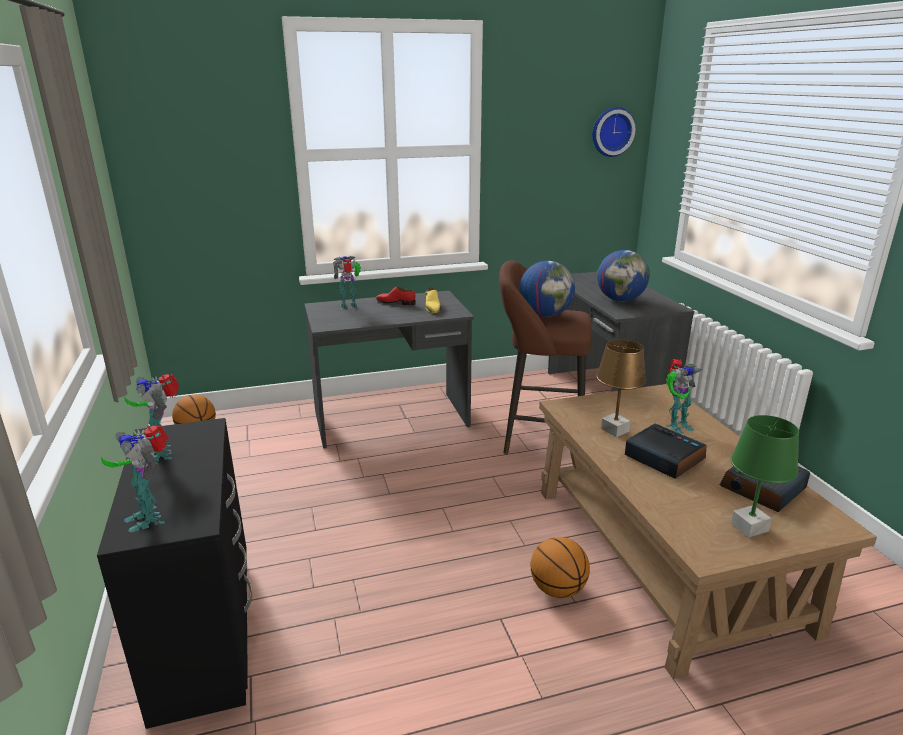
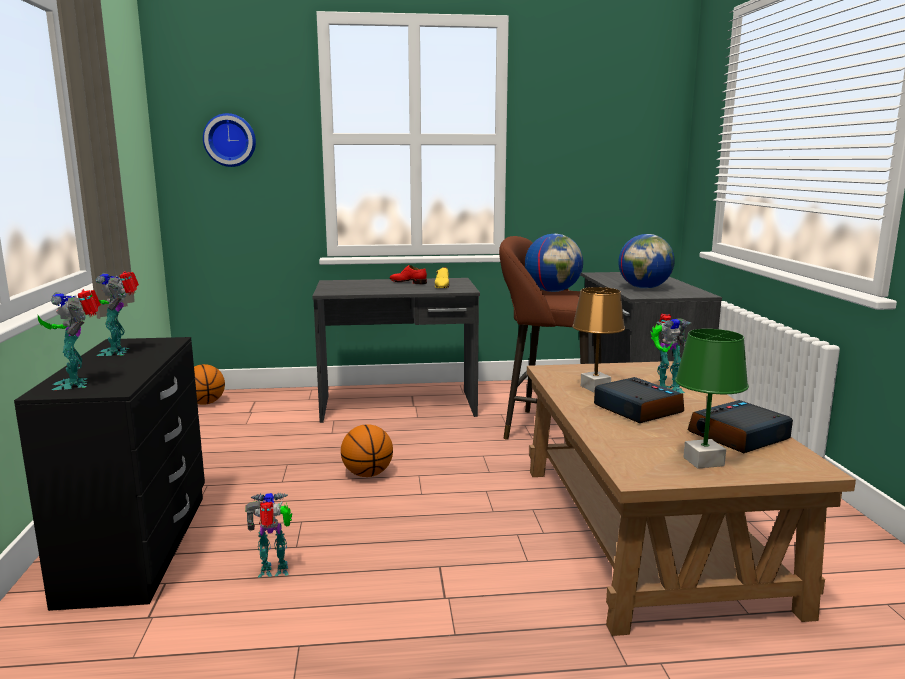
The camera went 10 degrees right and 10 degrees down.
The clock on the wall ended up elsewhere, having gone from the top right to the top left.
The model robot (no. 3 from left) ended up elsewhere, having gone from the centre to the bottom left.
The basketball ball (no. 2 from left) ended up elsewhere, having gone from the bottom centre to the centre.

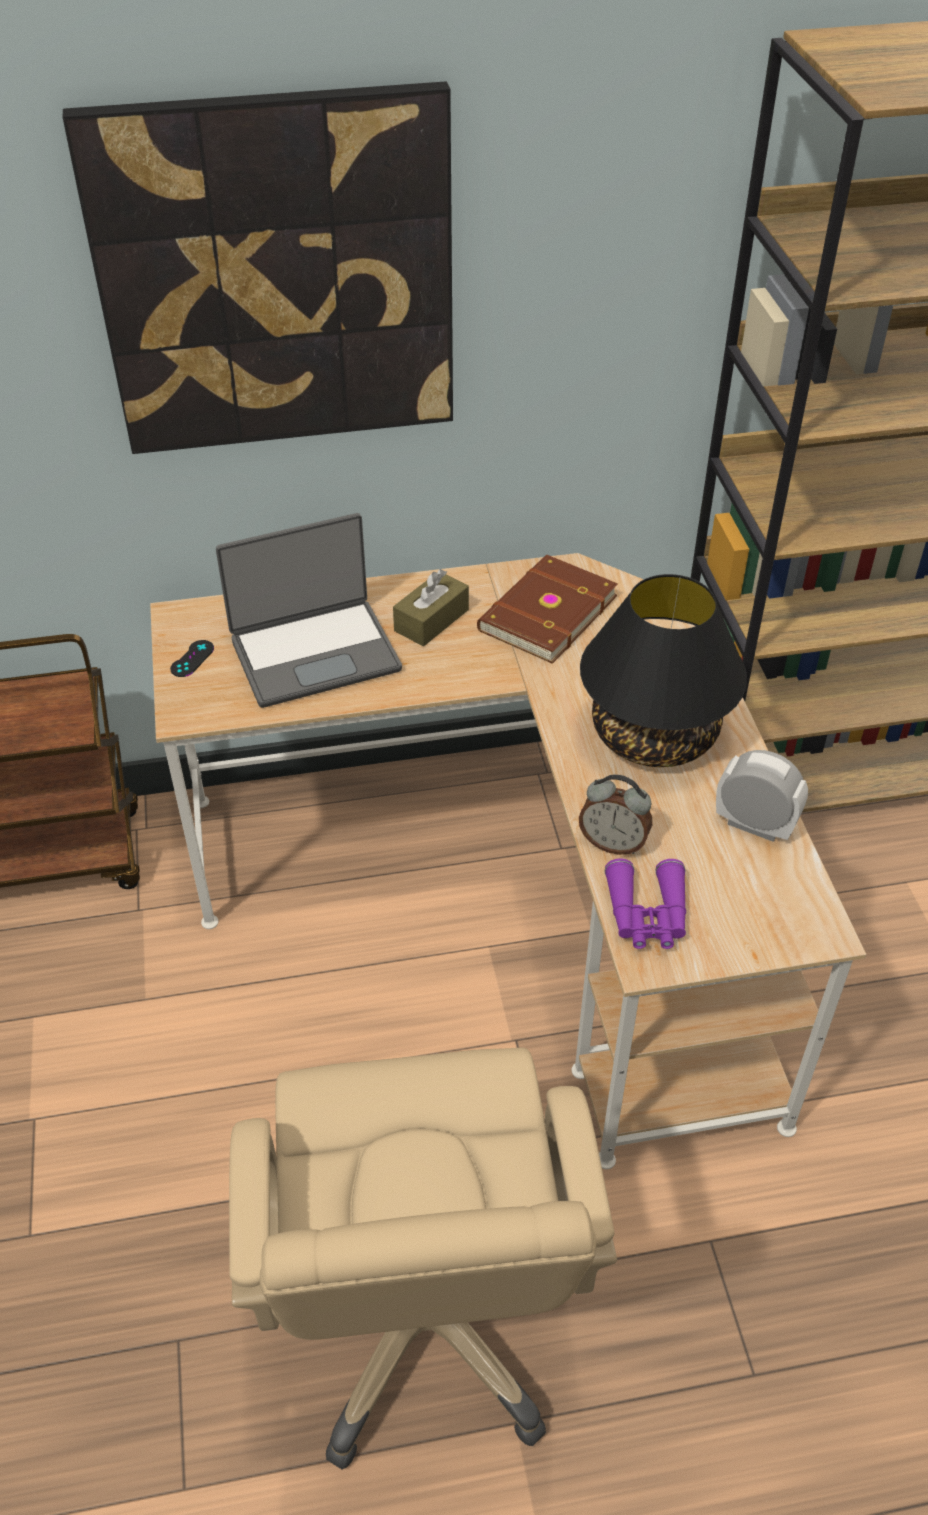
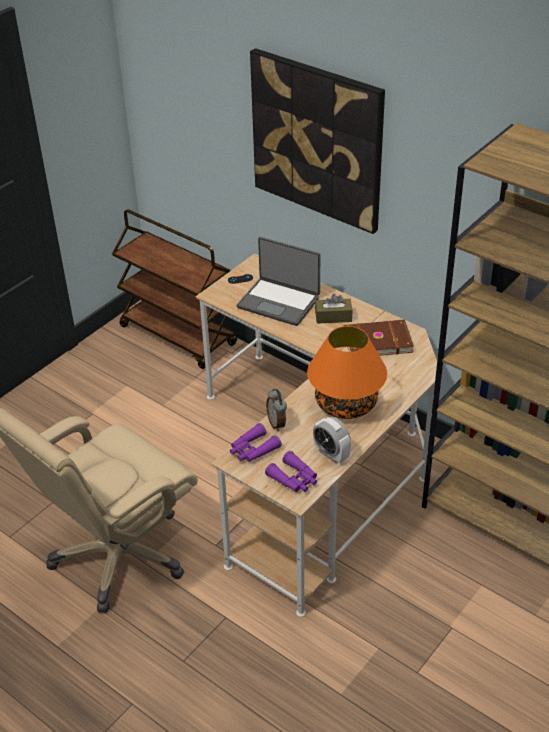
The camera went 50 degrees right and 5 degrees down.
The second view gained the purplish pair of binoculars (no. 2 from left) at the centre.
What was the black tabletop lamp at the middle right turned into the orangey tabletop lamp at the centre.
The table clock (no. 2 from left) at the middle right ended up facing another way, 150 degrees clockwise from before.

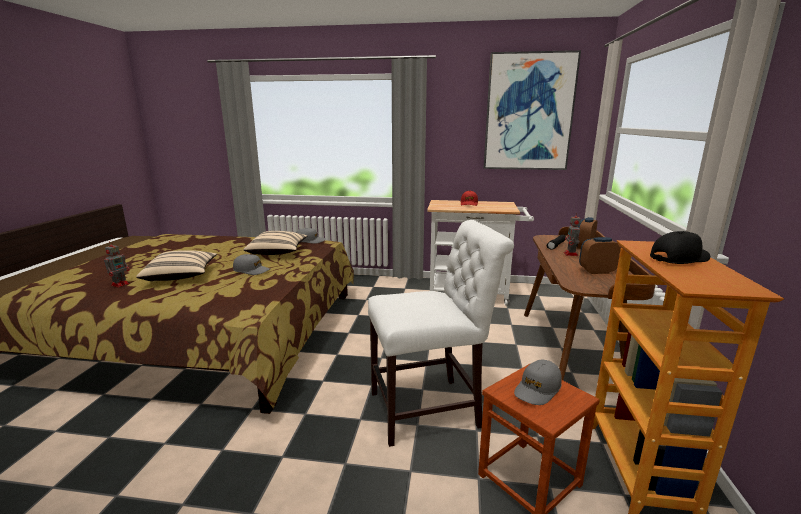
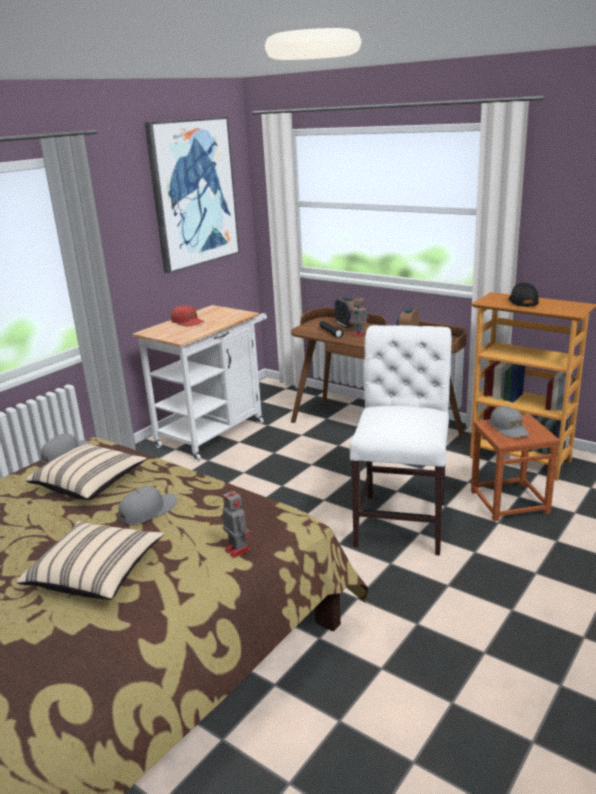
The camera went 60 degrees left and 5 degrees up.
The model robot (no. 1 from left) ended up elsewhere, having gone from the middle left to the centre.

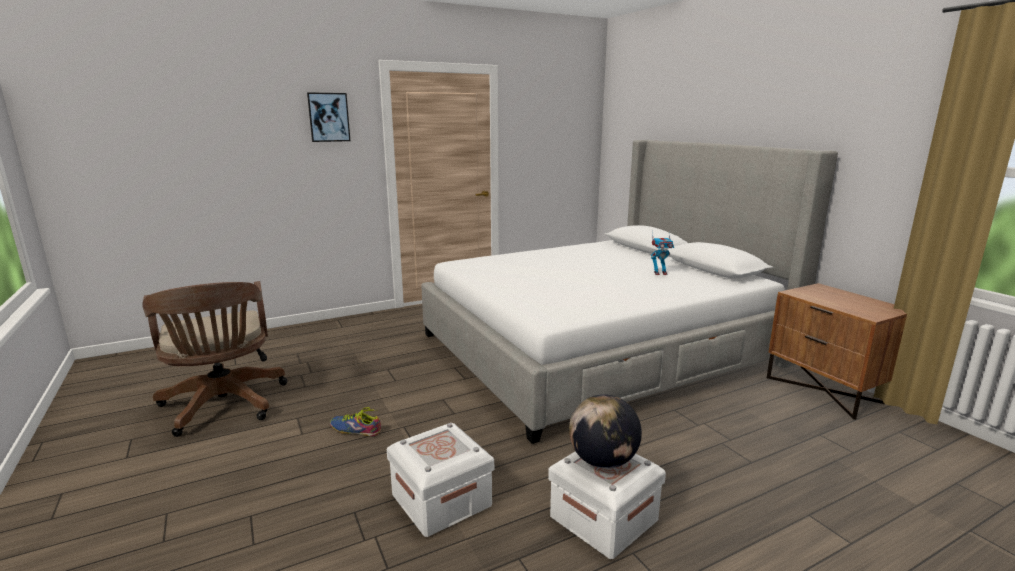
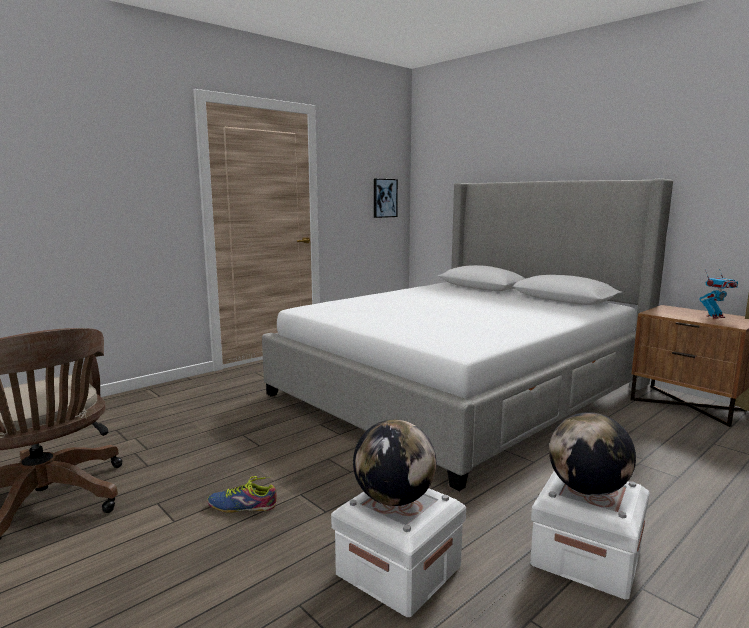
The camera went 15 degrees left and 5 degrees down.
The second view gained the world globe (no. 1 from left) at the bottom centre.
The wall art ended up elsewhere, having gone from the top left to the top centre.
The model robot ended up elsewhere, having gone from the centre to the middle right.

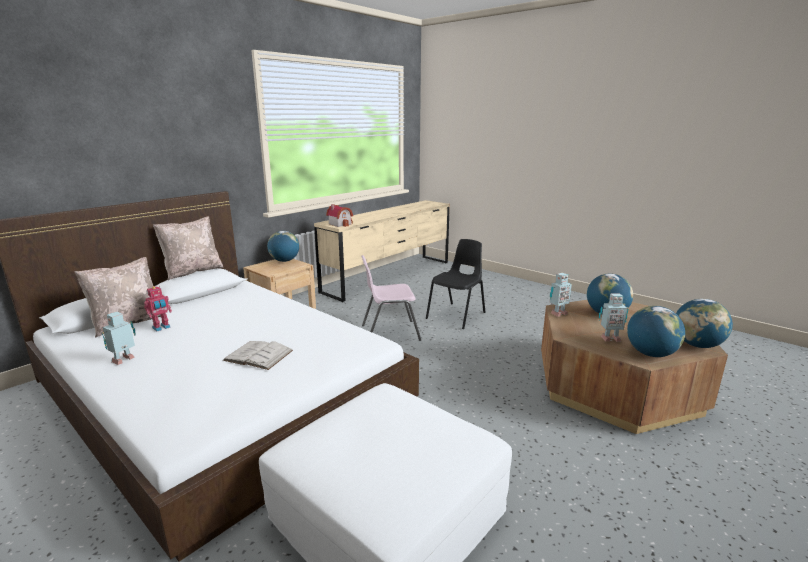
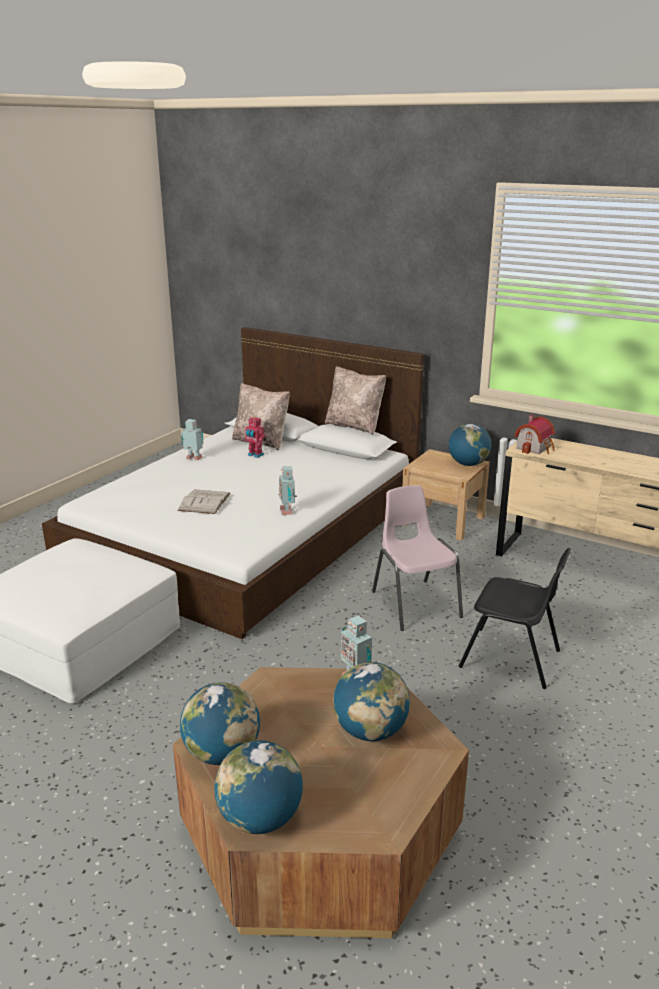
The camera went 80 degrees right and 5 degrees up.
The model robot (no. 4 from left in the first image) ended up elsewhere, having gone from the middle right to the centre.

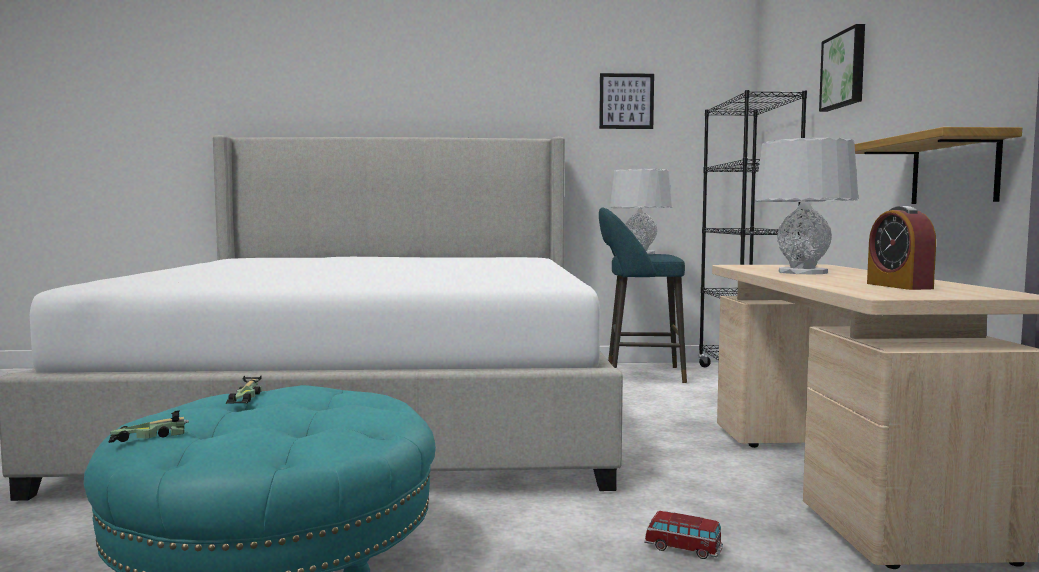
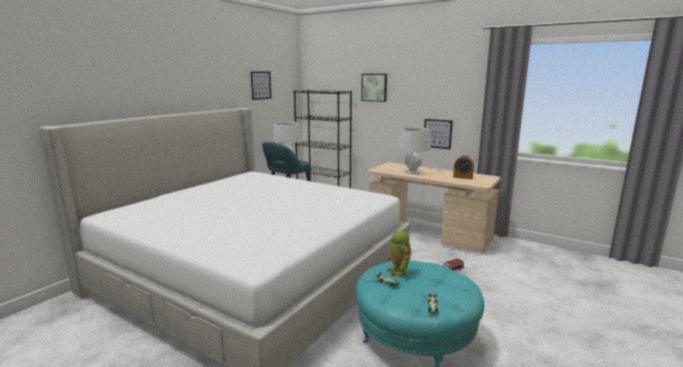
The camera went 55 degrees left and 10 degrees up.
The second view gained the model robot at the bottom centre.
Where the shelf hung at the top right, the wall art (no. 3 from left) came to hang at the centre.

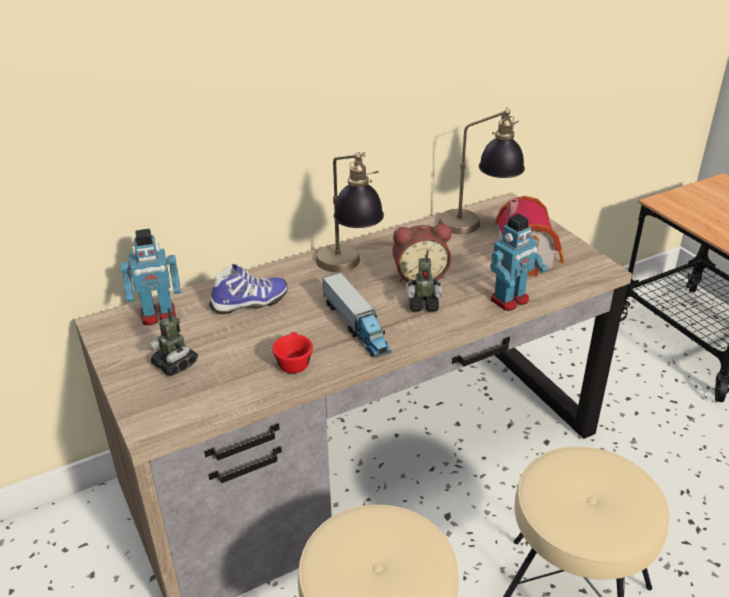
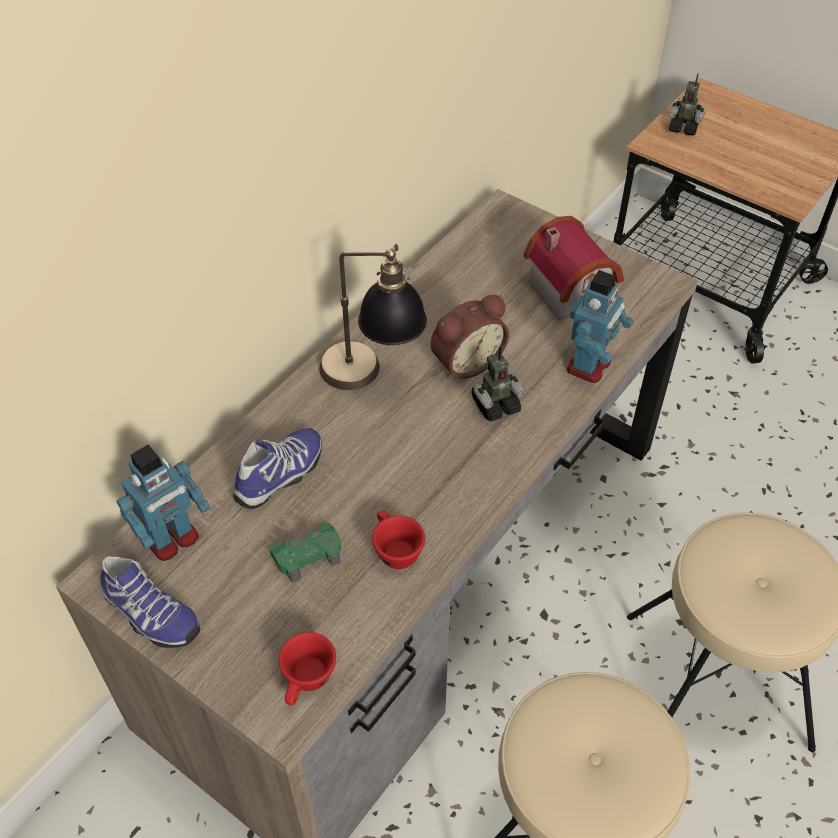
The camera went 25 degrees left and 15 degrees up.
The second view gained the shoe (no. 1 from left) at the bottom left.
The second view gained the greenish game controller at the centre.
The second view gained the red-coloured small cup (no. 1 from left) at the bottom centre.
The model robot (no. 2 from left in the first image) ended up elsewhere, having gone from the middle left to the top right.
The second view lost the toy truck at the centre.
The second view lost the tabletop lamp (no. 2 from left) at the top centre.

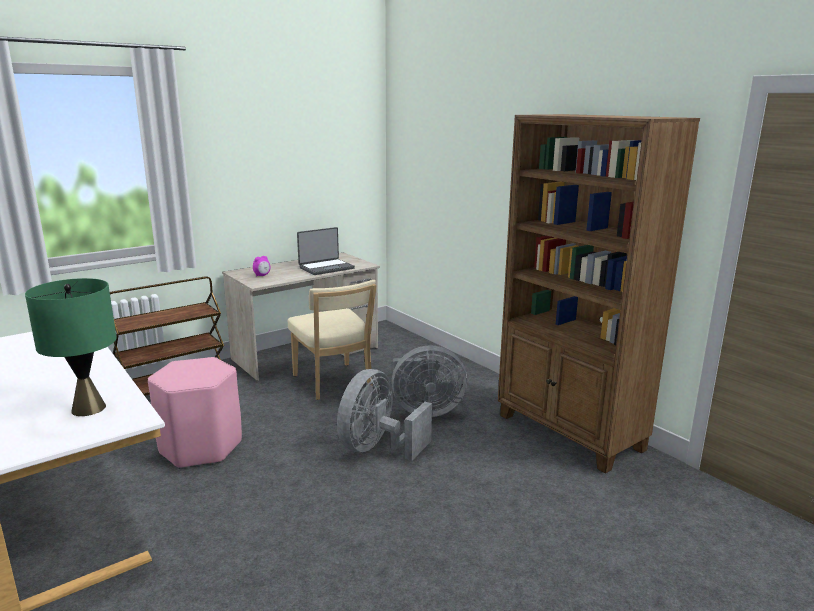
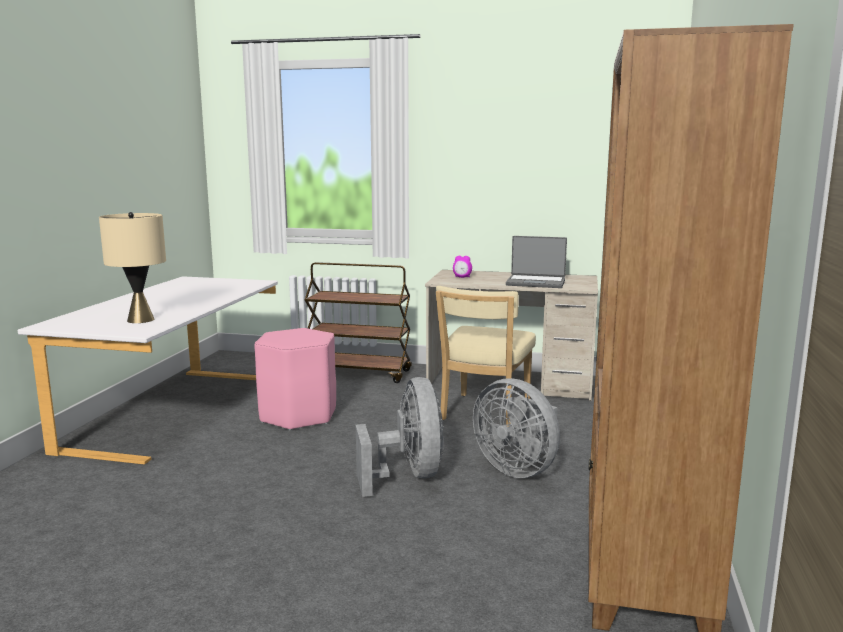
The camera went 50 degrees right and 5 degrees down.
What was the greenish tabletop lamp at the middle left turned into the beige tabletop lamp at the middle left.
The gray electric fan (no. 1 from left) at the bottom centre ended up facing another way, 90 degrees clockwise from before.

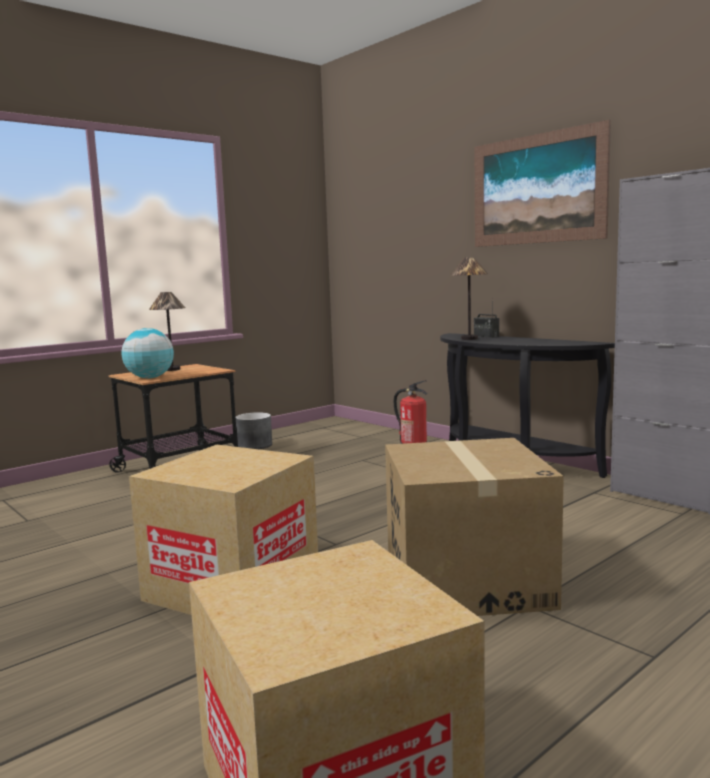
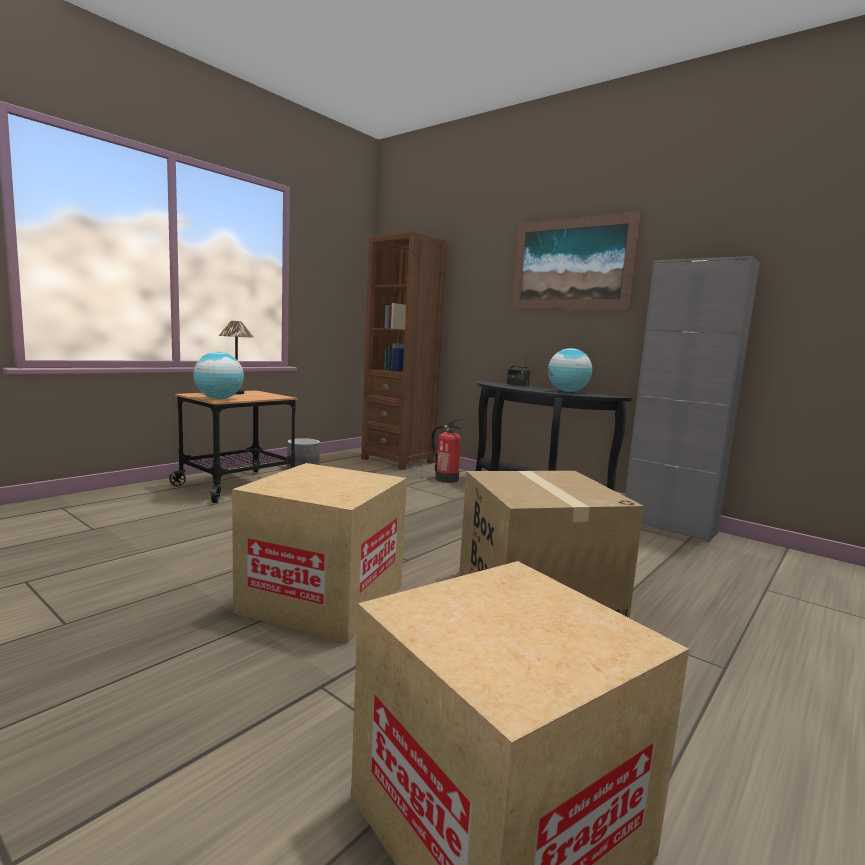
The camera went 10 degrees left and 0 degrees up.
The second view gained the brown bookcase at the centre.
The second view gained the world globe (no. 2 from left) at the centre.
The second view lost the tabletop lamp (no. 2 from left) at the centre.

